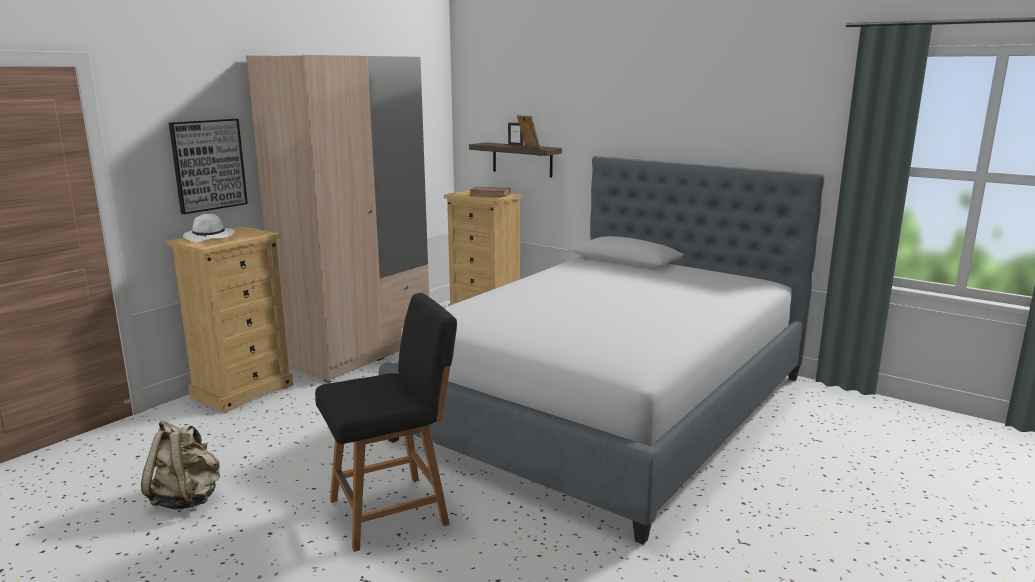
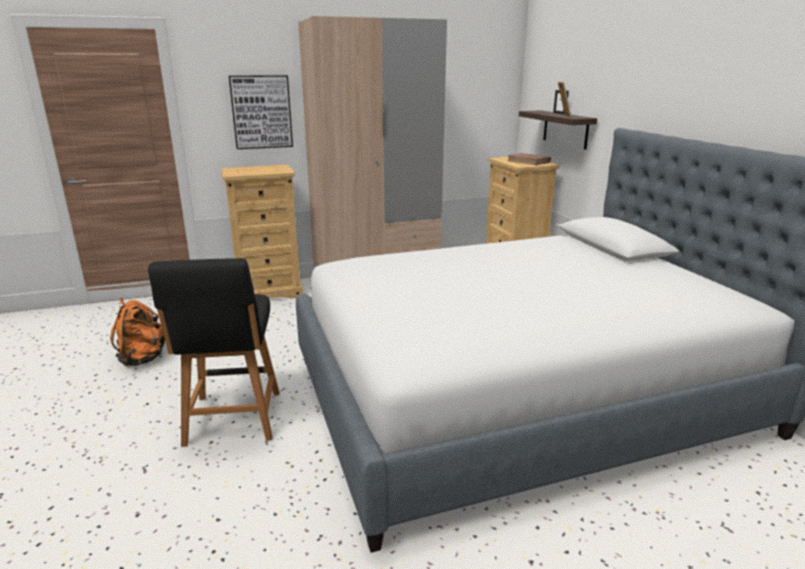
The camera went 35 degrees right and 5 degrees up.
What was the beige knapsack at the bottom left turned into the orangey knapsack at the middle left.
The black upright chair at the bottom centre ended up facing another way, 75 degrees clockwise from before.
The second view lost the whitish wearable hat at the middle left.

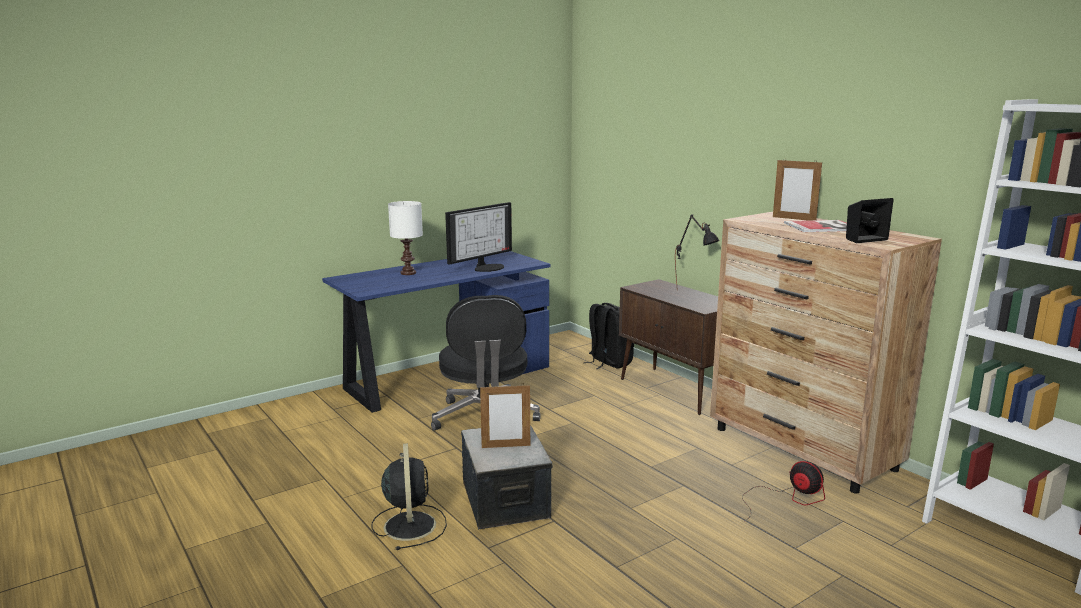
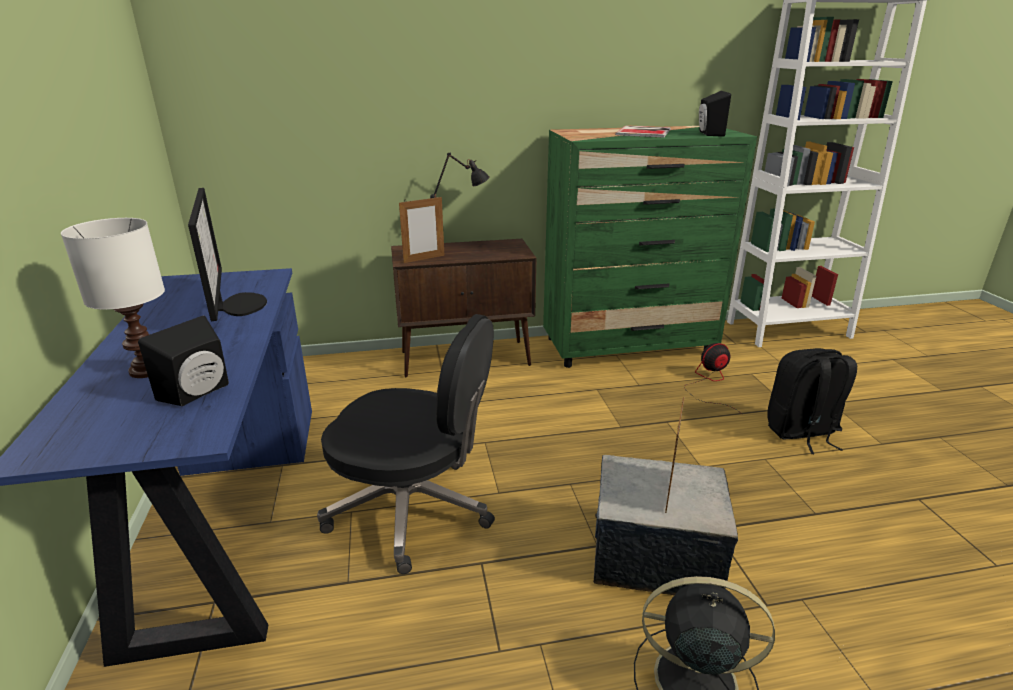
The camera went 65 degrees left and 10 degrees up.
The second view gained the black audio speaker (no. 1 from left) at the middle left.
The picture frame (no. 2 from left in the first image) ended up elsewhere, having gone from the top right to the centre.
What was the brown dresser at the middle right turned into the greenish dresser at the centre.
The black knapsack ended up elsewhere, having gone from the centre to the middle right.

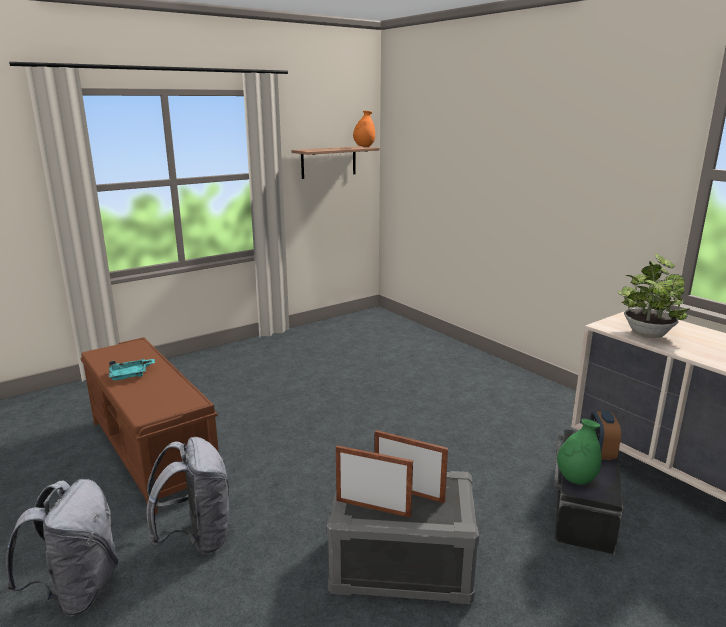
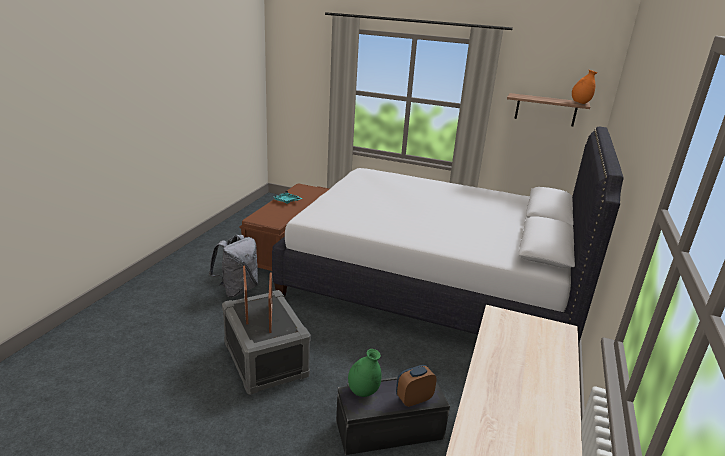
The camera went 55 degrees right and 5 degrees up.
The second view gained the whitish bedroom bed at the centre.
The second view lost the gray knapsack (no. 1 from left) at the bottom left.
The second view lost the plant in a pot at the middle right.

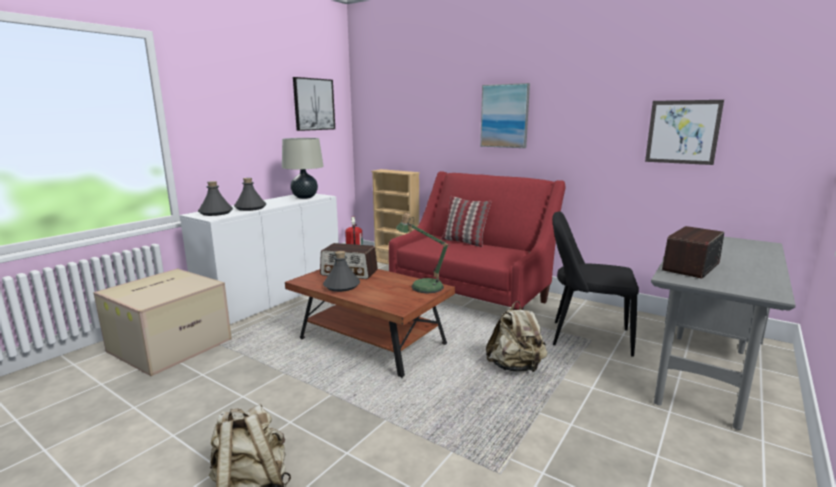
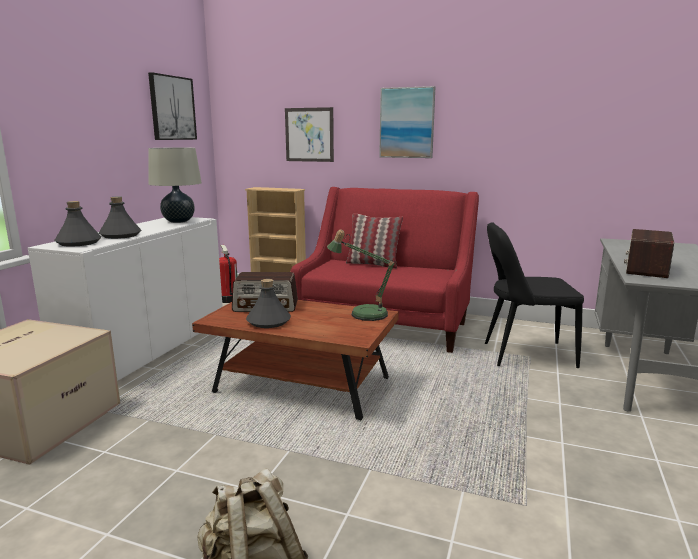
The camera went 15 degrees left and 0 degrees up.
The wall art (no. 3 from left in the first image) ended up elsewhere, having gone from the top right to the top centre.
The second view lost the beige knapsack (no. 2 from left) at the bottom centre.

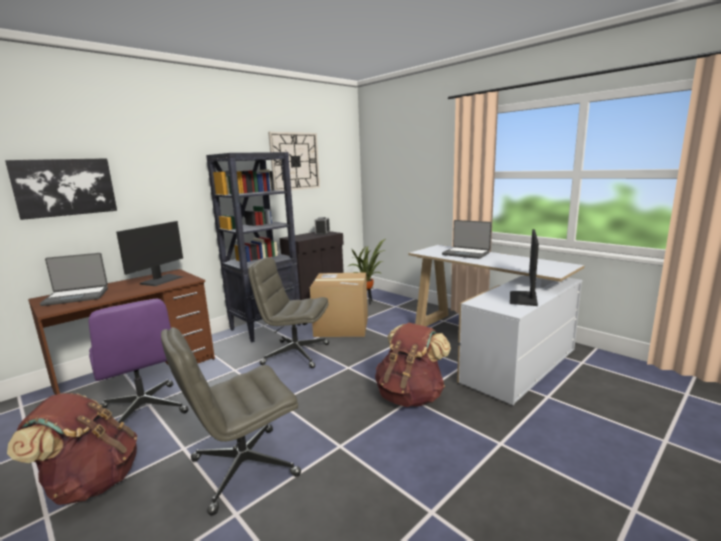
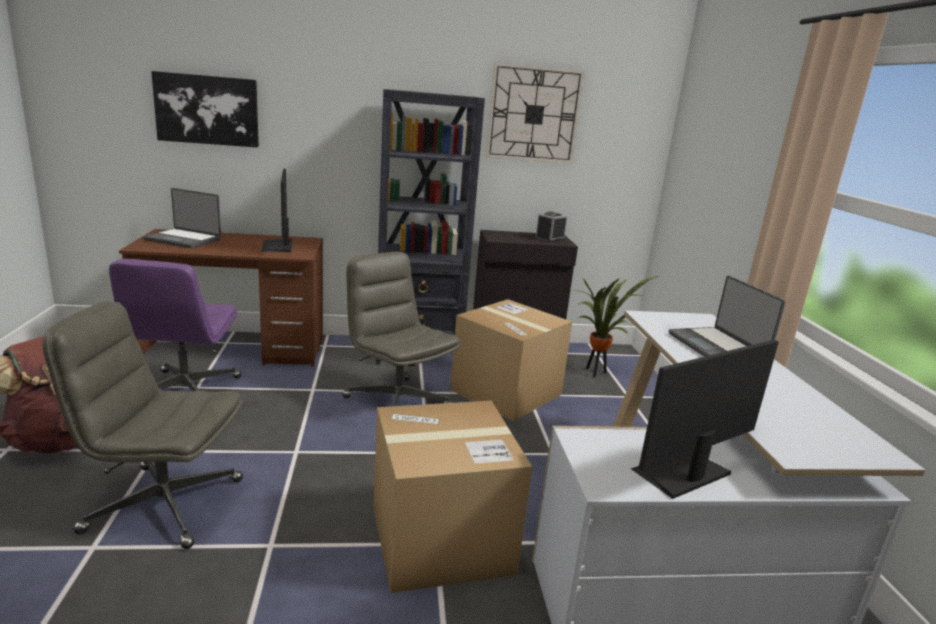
The camera went 35 degrees right and 5 degrees up.
The computer screen (no. 1 from left) at the middle left ended up facing another way, 105 degrees clockwise from before.
Where the brown knapsack (no. 2 from left) stood at the bottom centre, the cardboard box (no. 1 from left) came to stand at the bottom centre.

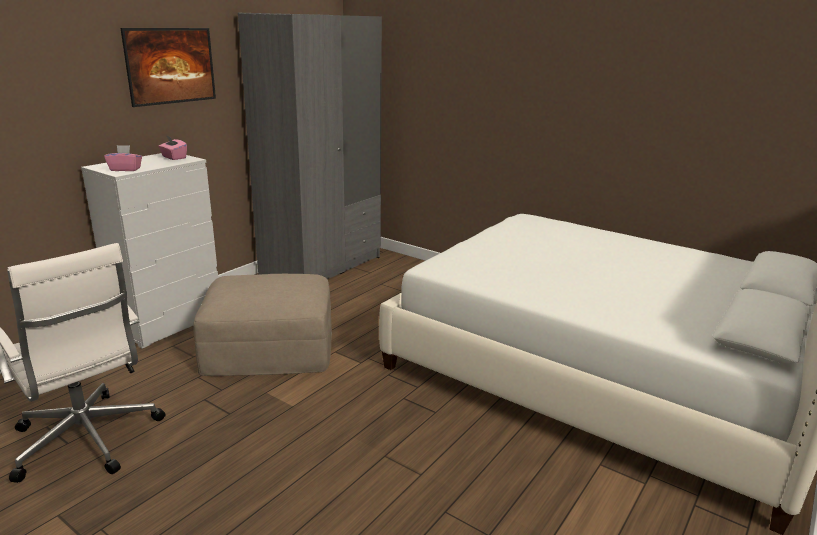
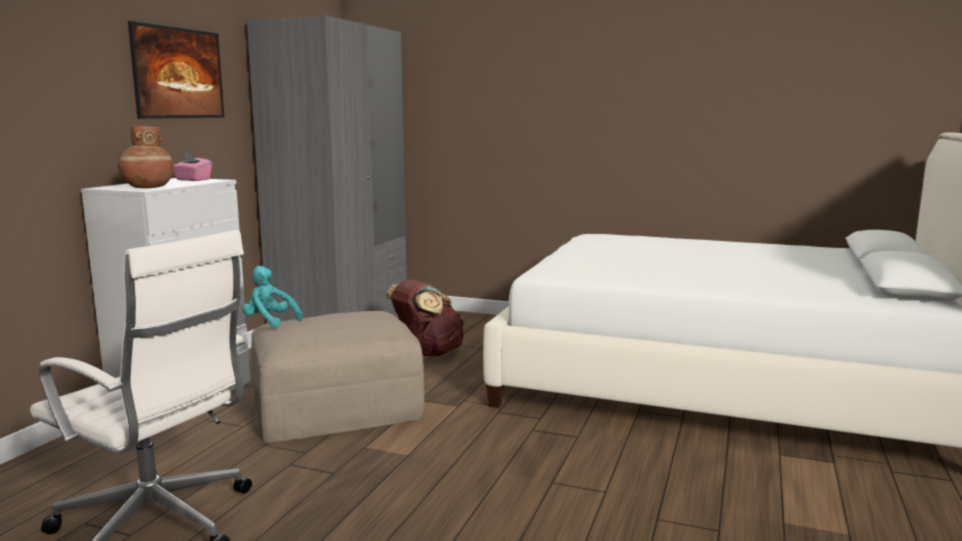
The camera went 15 degrees left and 10 degrees down.
Where the pink tissue holder (no. 1 from left) stood at the top left, the brown decorative vase came to stand at the top left.
The second view gained the blue-green cuddly toy at the middle left.
The second view gained the brown knapsack at the centre.

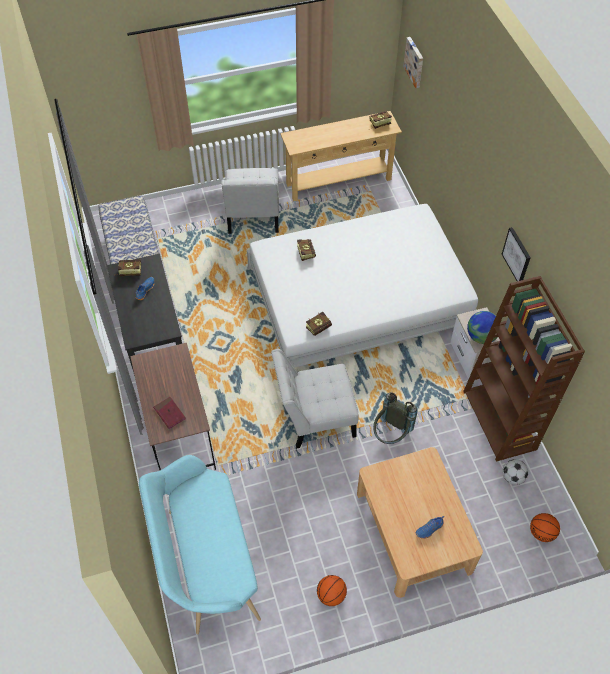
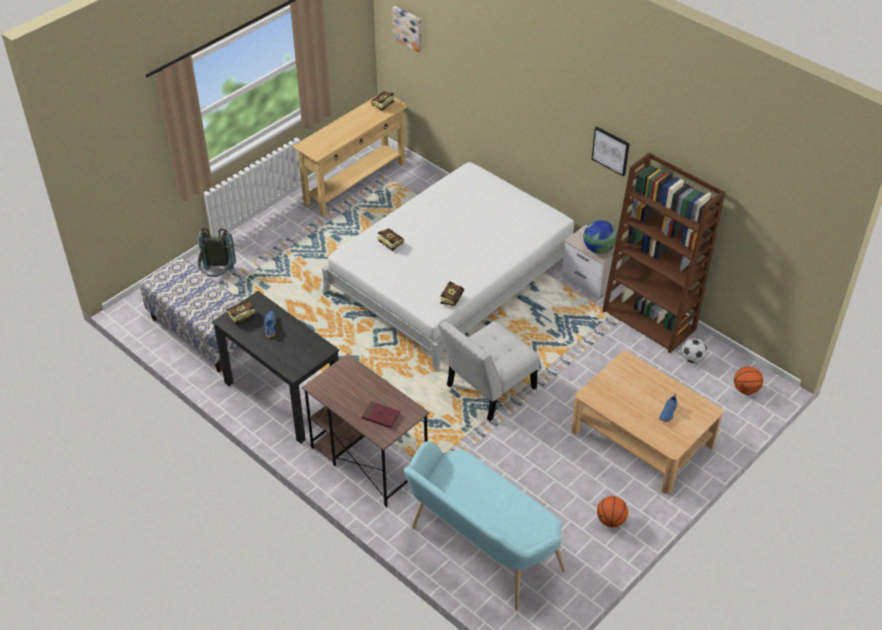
The camera went 30 degrees left and 10 degrees down.
The gray knapsack ended up elsewhere, having gone from the centre to the middle left.
The second view lost the whitish upright chair (no. 1 from left) at the top centre.

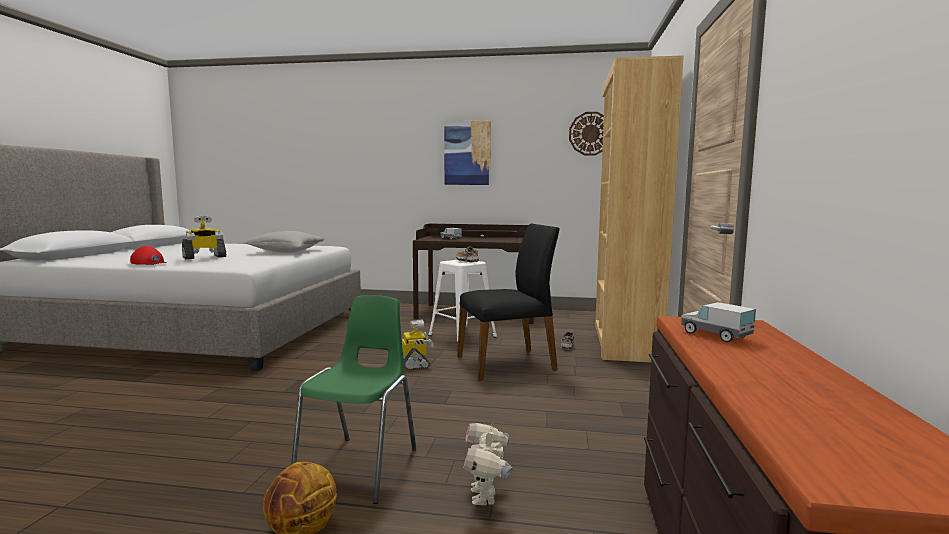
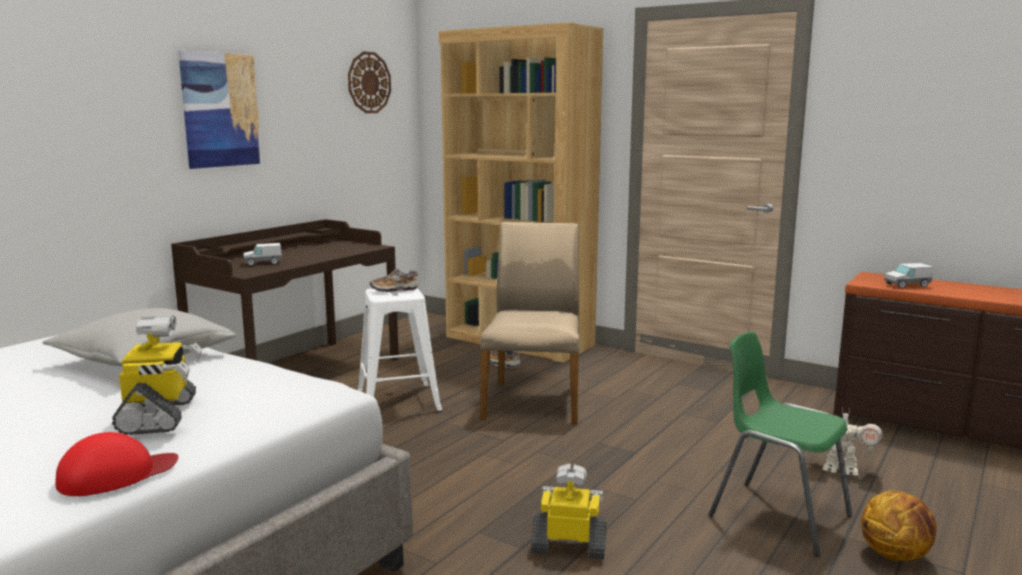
The camera went 65 degrees left and 5 degrees up.
What was the black upright chair at the centre turned into the beige upright chair at the centre.
The model robot (no. 2 from left) ended up elsewhere, having gone from the centre to the bottom centre.

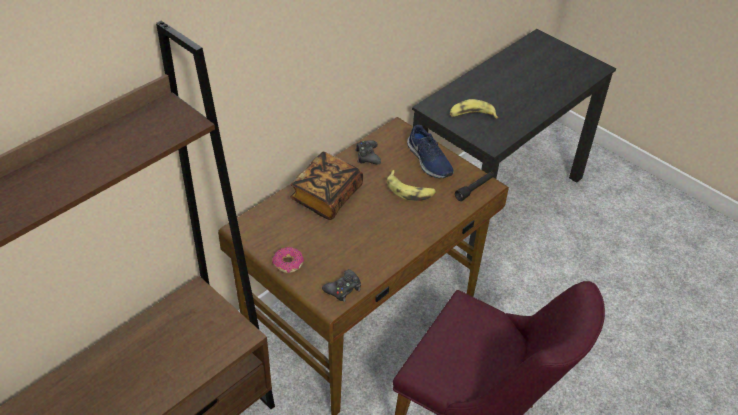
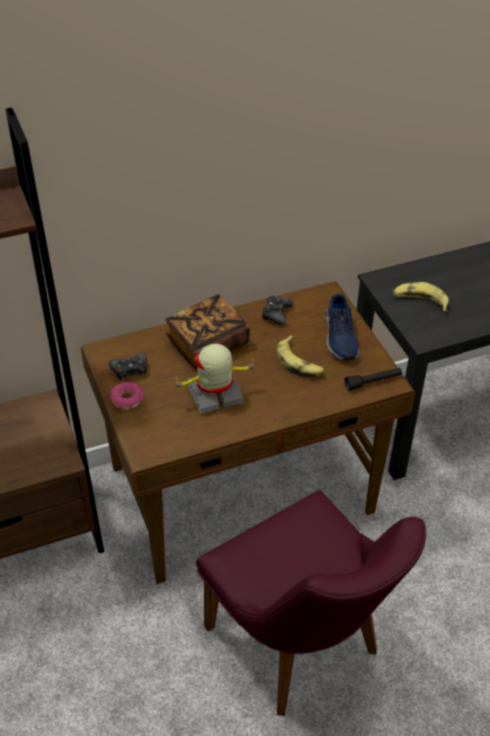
The camera went 25 degrees right and 0 degrees up.
The black game controller (no. 1 from left) ended up elsewhere, having gone from the bottom centre to the middle left.
The second view gained the model robot at the centre.

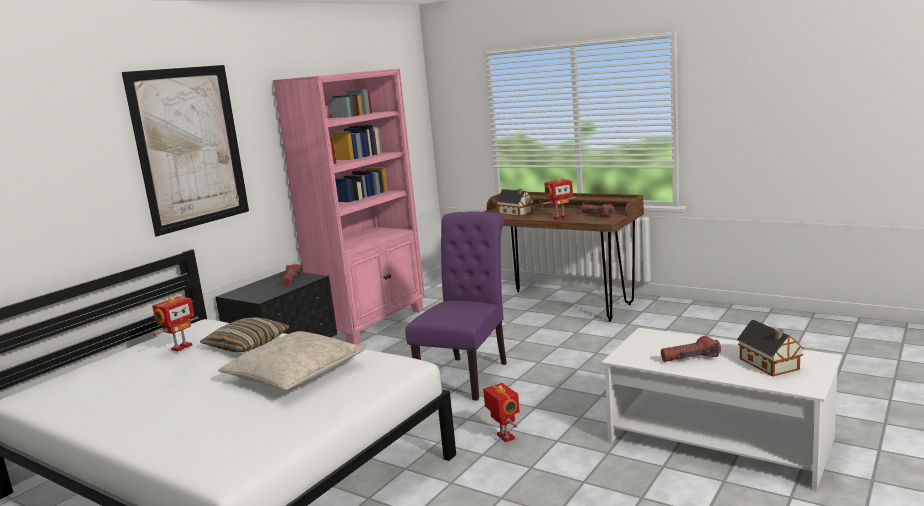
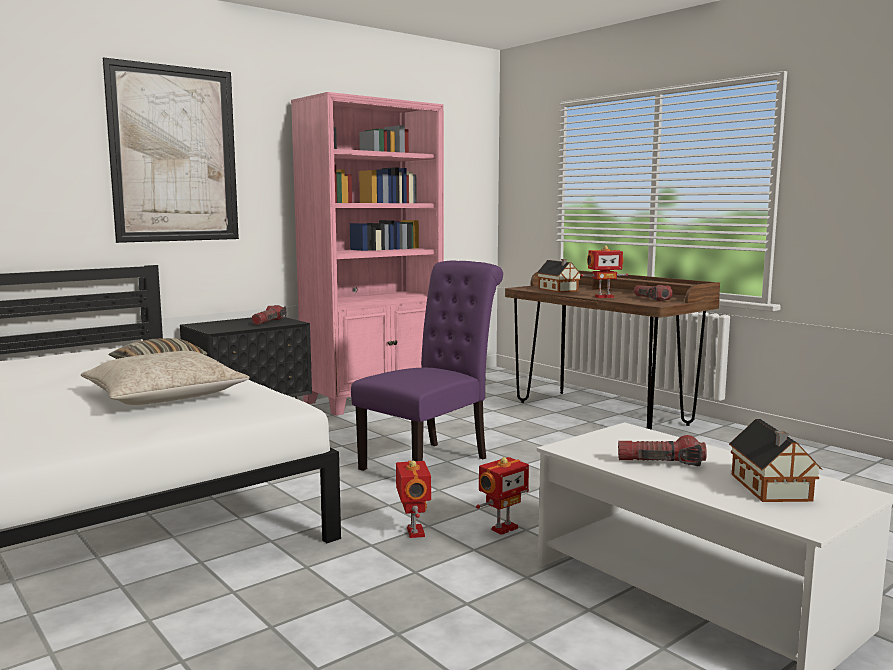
The camera went 15 degrees right and 5 degrees down.
The model robot (no. 1 from left in the first image) ended up elsewhere, having gone from the middle left to the bottom centre.

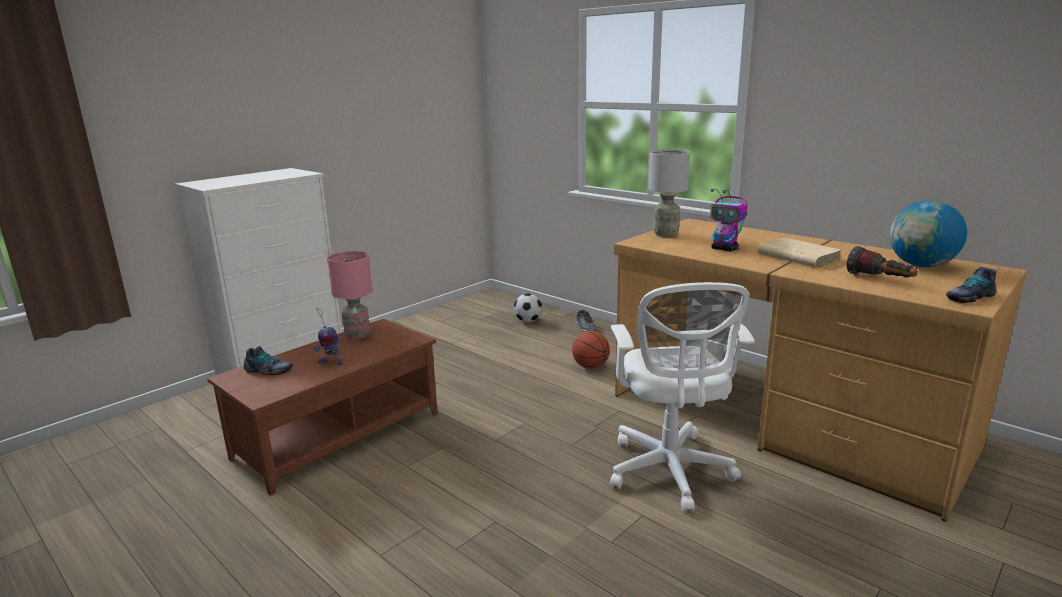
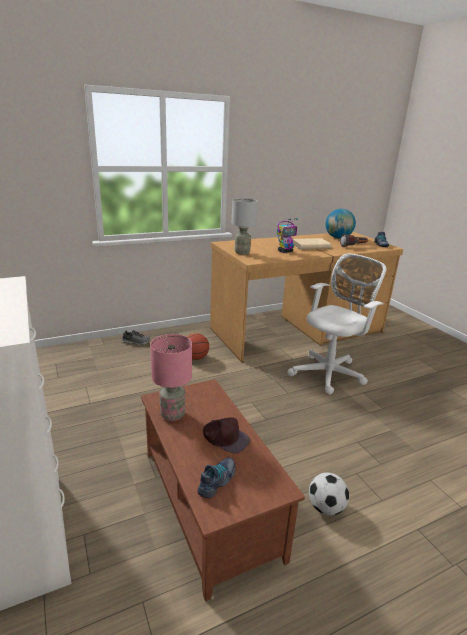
The camera went 70 degrees left and 5 degrees up.
Where the model robot (no. 1 from left) stood at the middle left, the brown cap came to stand at the bottom centre.
The whitish office chair at the centre ended up facing another way, 60 degrees counterclockwise from before.
The football ball ended up elsewhere, having gone from the centre to the bottom right.

